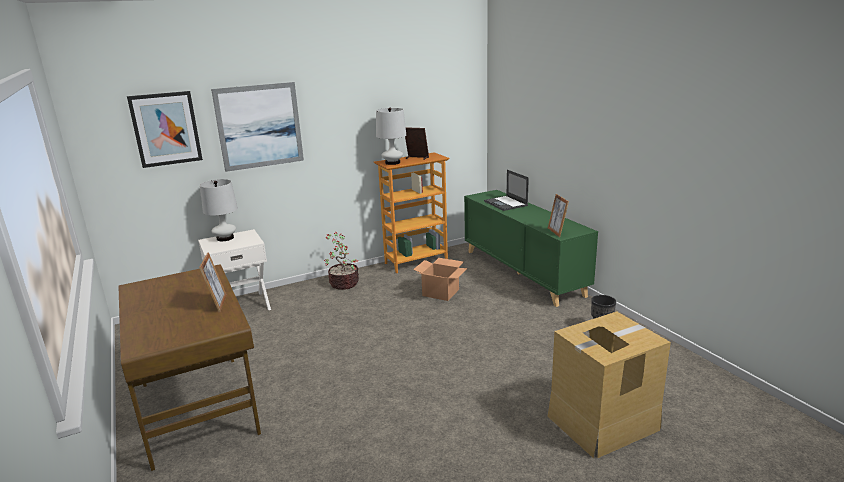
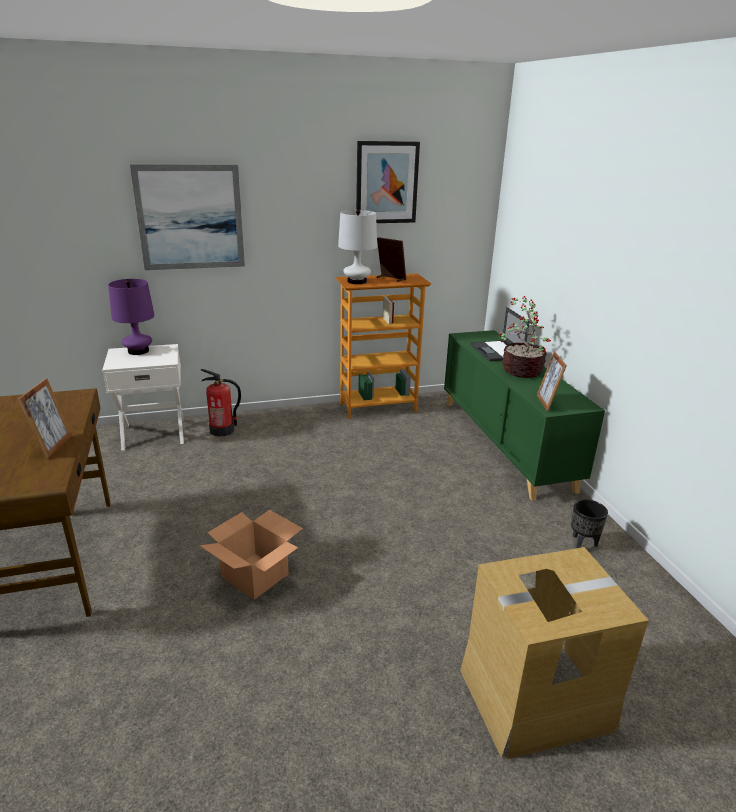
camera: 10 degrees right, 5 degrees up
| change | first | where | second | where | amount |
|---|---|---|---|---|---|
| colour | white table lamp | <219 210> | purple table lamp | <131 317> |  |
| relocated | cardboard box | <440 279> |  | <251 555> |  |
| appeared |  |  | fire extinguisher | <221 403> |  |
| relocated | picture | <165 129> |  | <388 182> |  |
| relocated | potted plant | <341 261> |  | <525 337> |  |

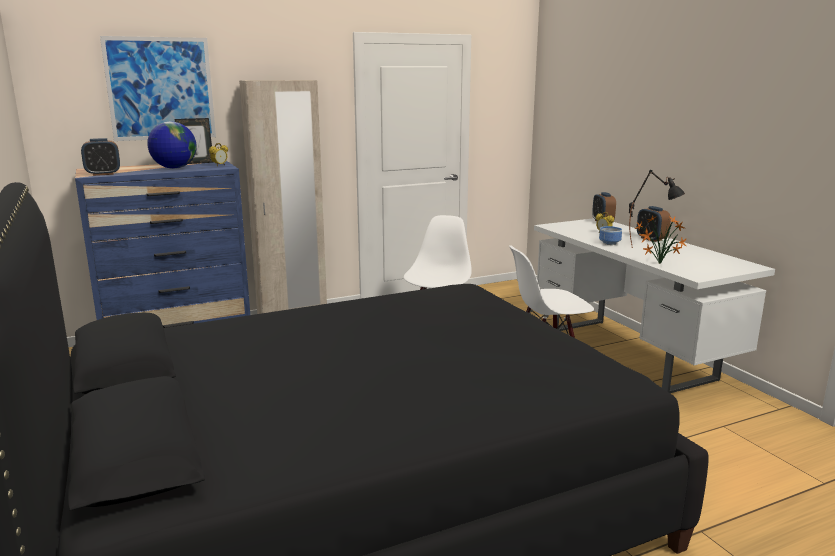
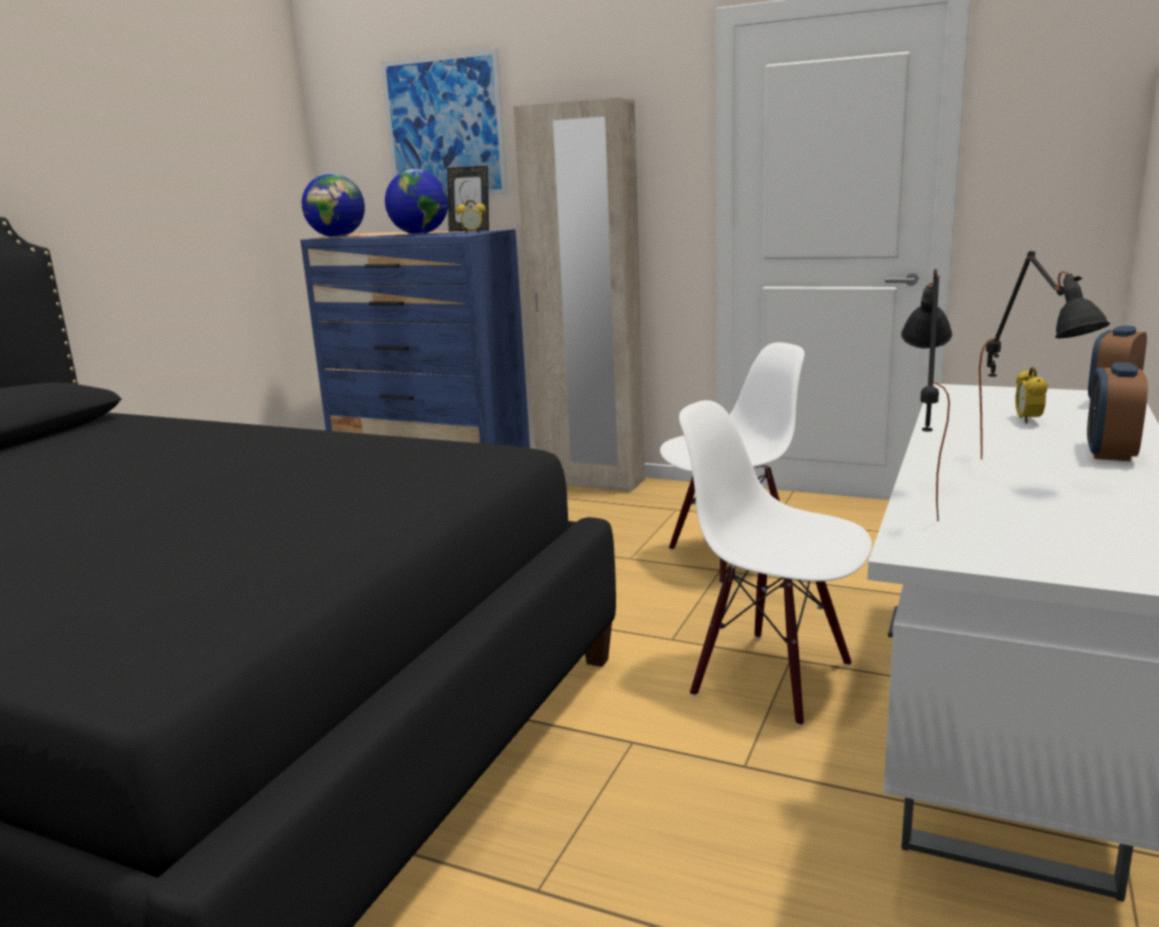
camera: 50 degrees right, 0 degrees up
| change | first | where | second | where | amount |
|---|---|---|---|---|---|
| exchanged | alarm clock | <100 157> | globe | <333 205> |  |
| exchanged | potted plant | <660 240> | black table lamp | <927 395> |  |
| missing | bowl | <610 235> |  |  |  |

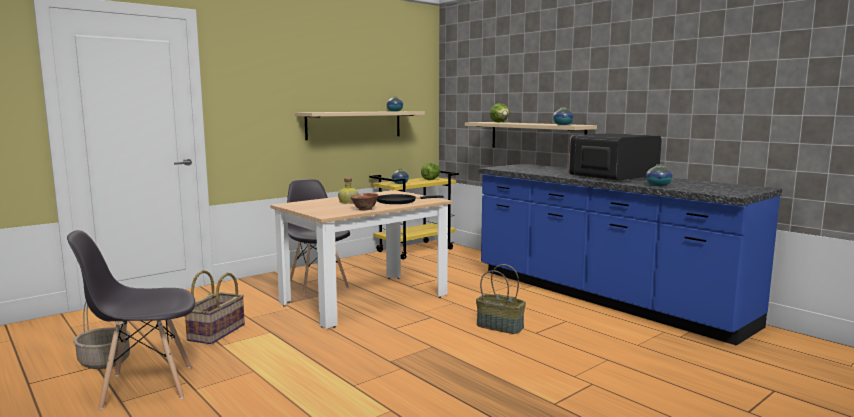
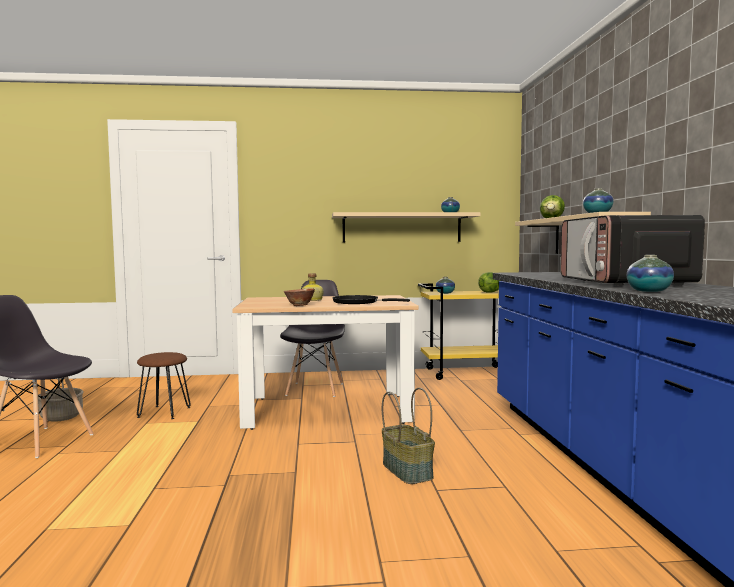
camera: 35 degrees right, 5 degrees down
| change | first | where | second | where | amount |
|---|---|---|---|---|---|
| exchanged | basket | <215 307> | brown stool | <164 385> |  |
| spun | microwave | <615 157> |  | <633 250> | 90 degrees counterclockwise |

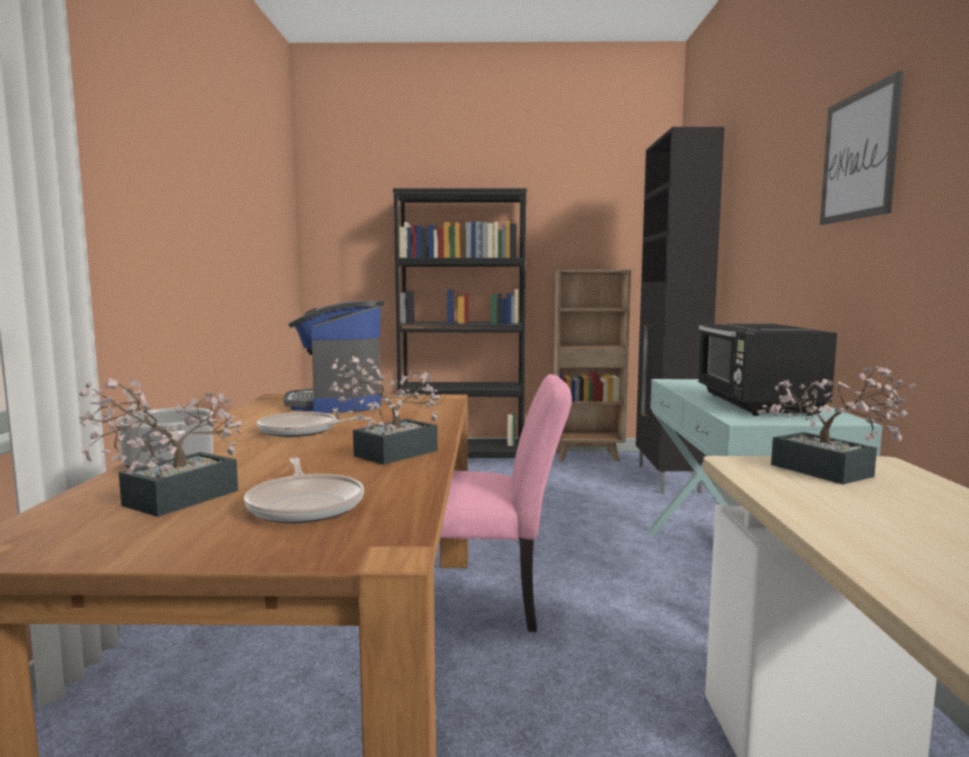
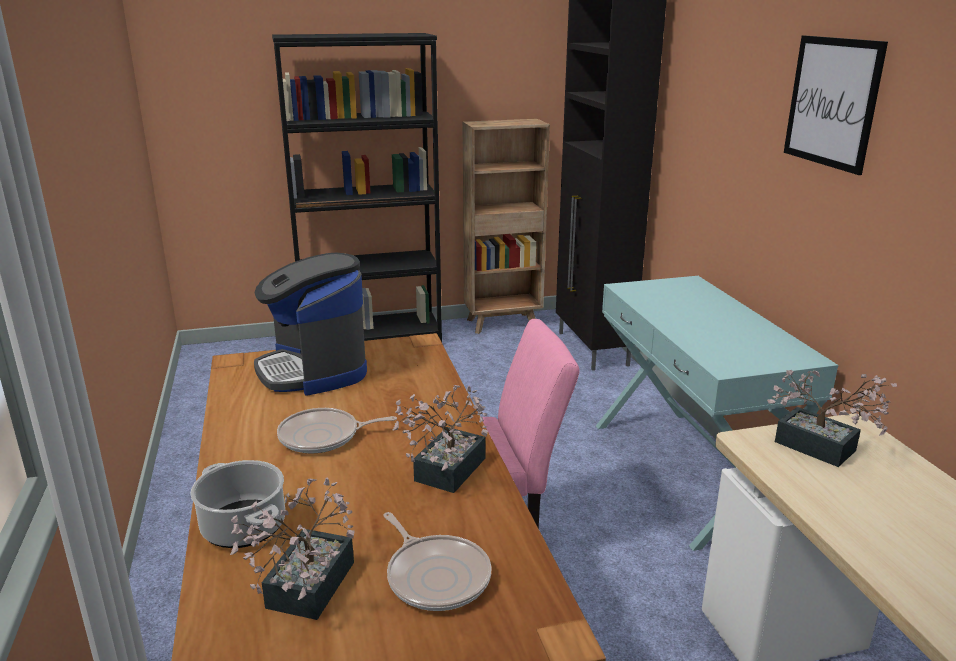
camera: 15 degrees left, 15 degrees up
| change | first | where | second | where | amount |
|---|---|---|---|---|---|
| missing | black microwave | <767 370> |  |  |  |

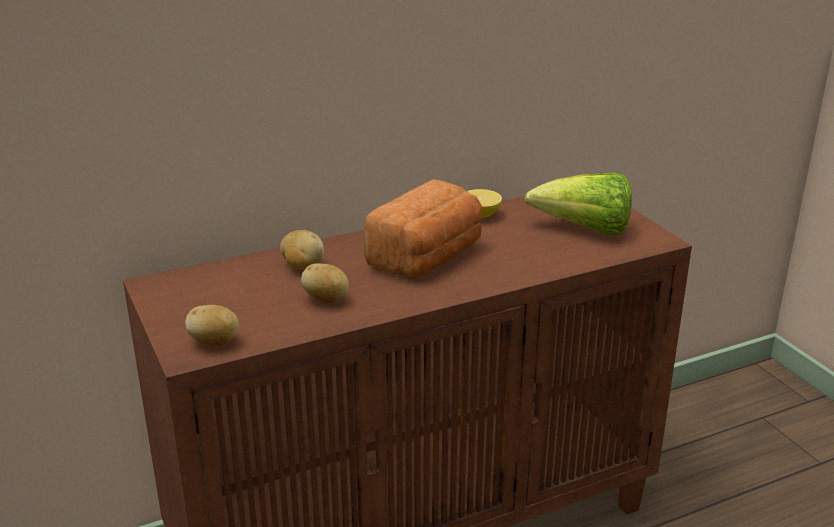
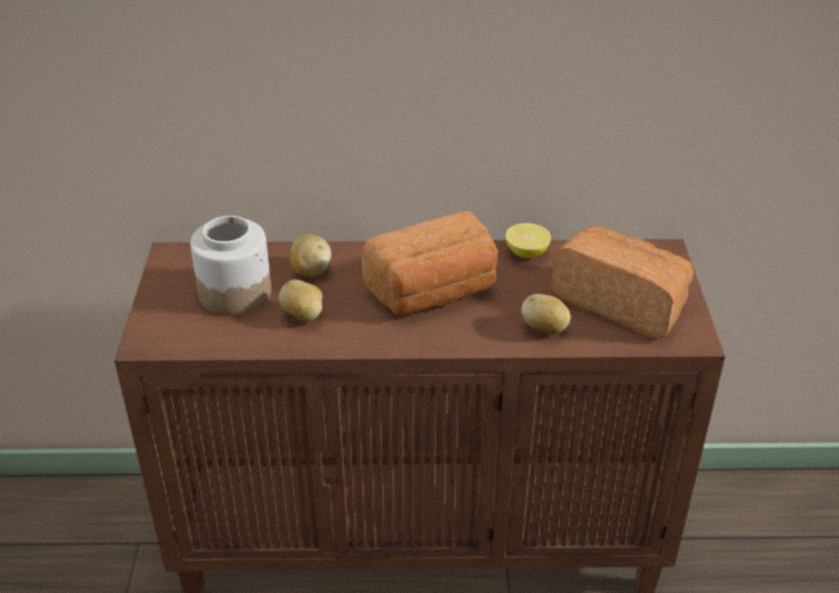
camera: 25 degrees right, 10 degrees up
| change | first | where | second | where | amount |
|---|---|---|---|---|---|
| appeared |  |  | jar | <230 266> |  |
| relocated | potato | <212 325> |  | <546 314> |  |
| exchanged | lettuce | <578 204> | bread | <622 282> |  |

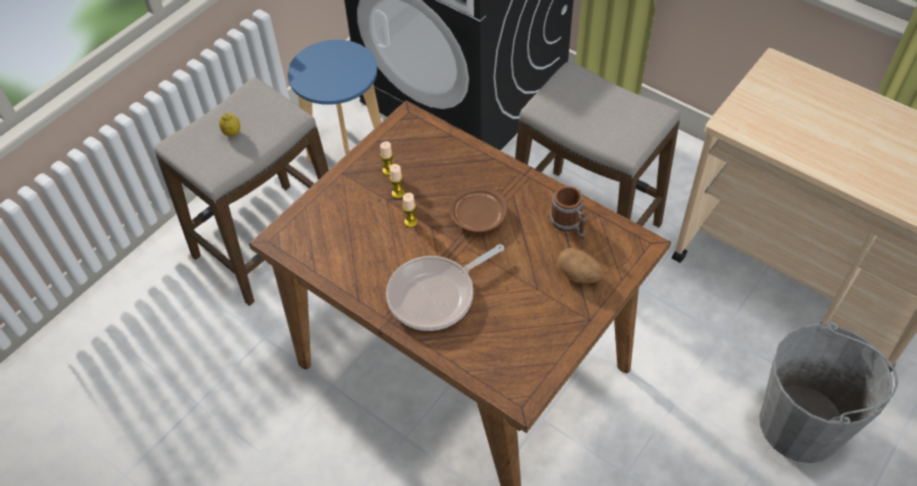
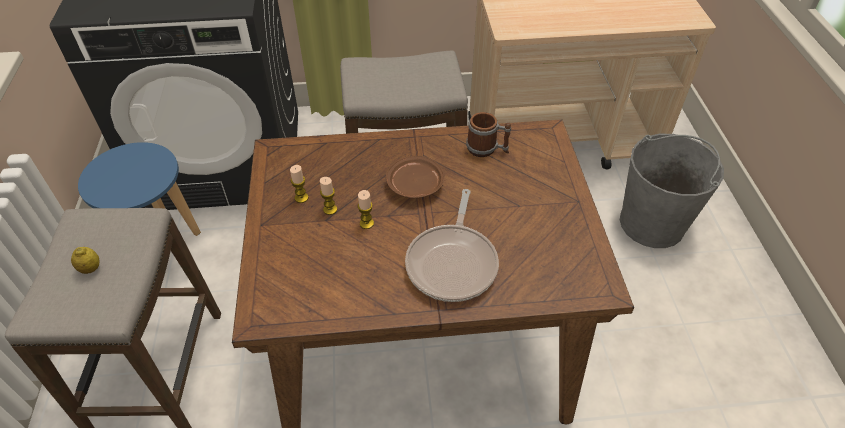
camera: 45 degrees left, 5 degrees down
| change | first | where | second | where | amount |
|---|---|---|---|---|---|
| missing | potato | <580 265> |  |  |  |

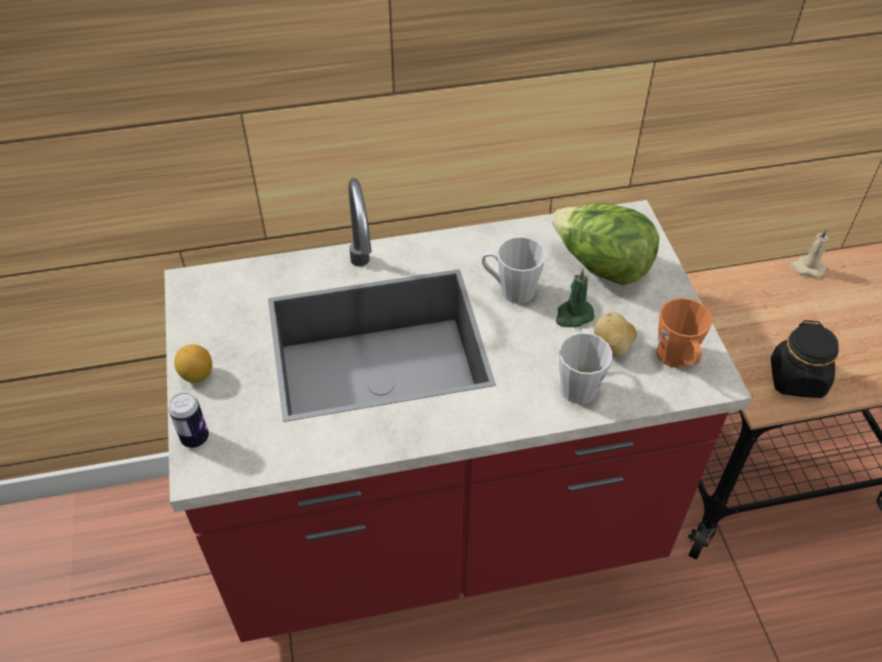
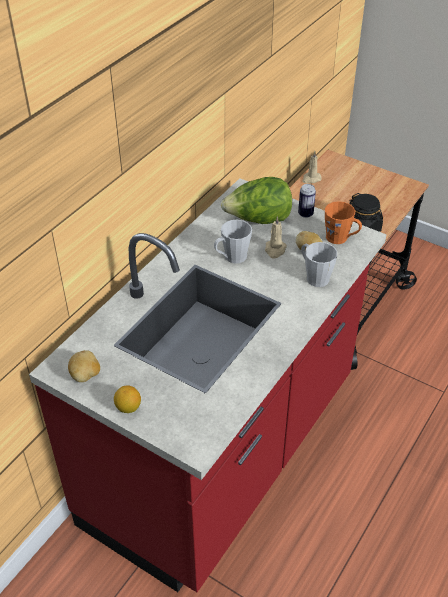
camera: 45 degrees left, 5 degrees down
| change | first | where | second | where | amount |
|---|---|---|---|---|---|
| appeared |  |  | potato | <84 366> |  |
| colour | green candle | <575 297> | beige candle | <276 237> |  |
| relocated | can | <189 420> |  | <307 201> |  |

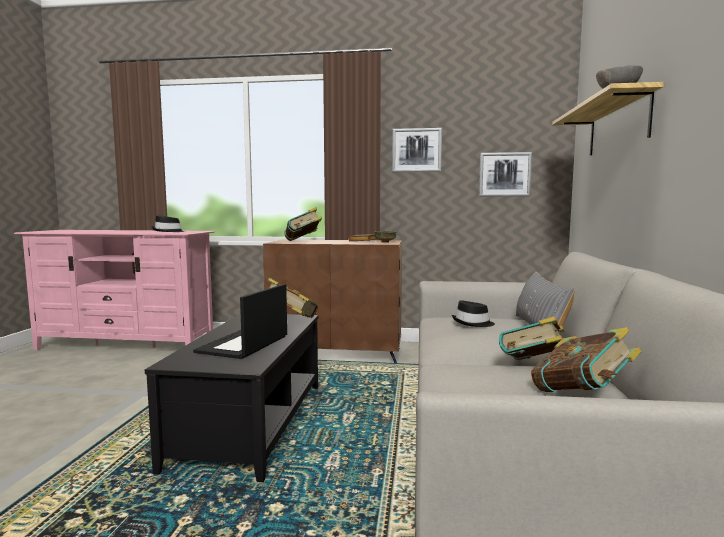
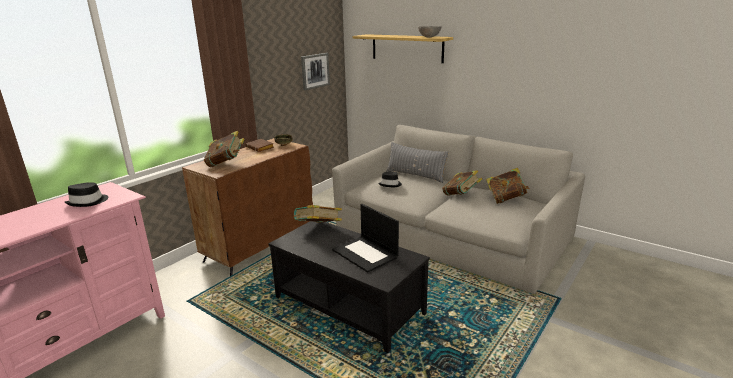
camera: 60 degrees left, 15 degrees up
| change | first | where | second | where | amount |
|---|---|---|---|---|---|
| missing | picture | <417 150> |  |  |  |

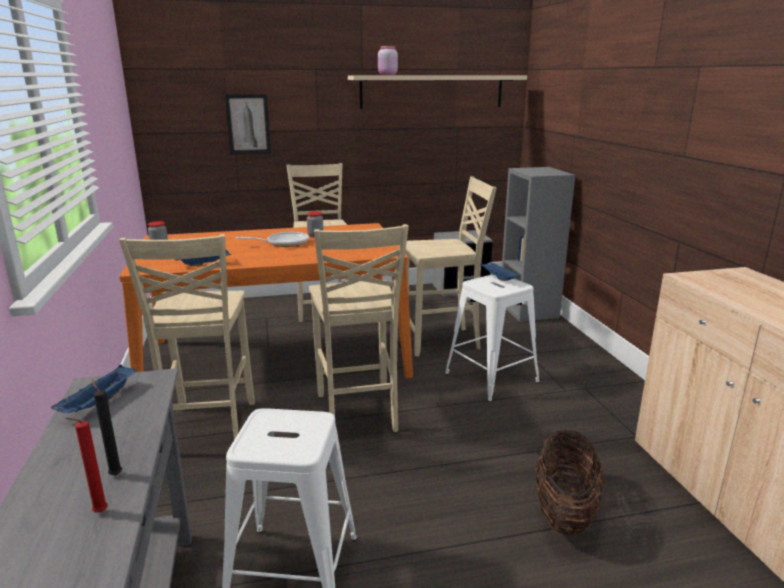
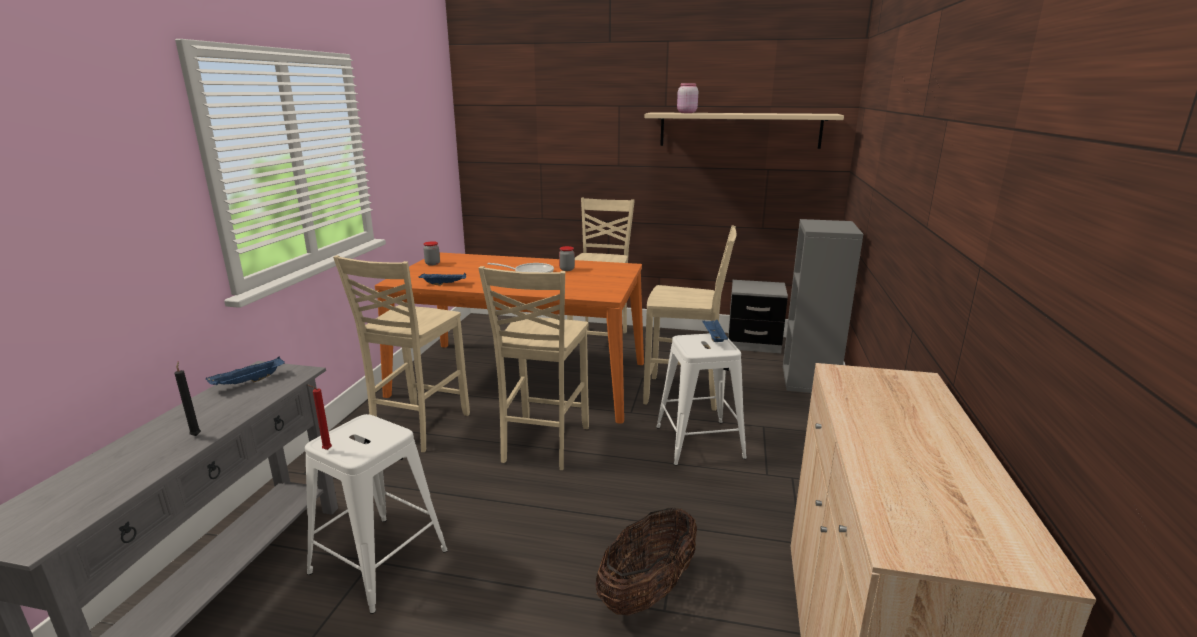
camera: 25 degrees right, 0 degrees up
| change | first | where | second | where | amount |
|---|---|---|---|---|---|
| relocated | red candle | <86 465> |  | <319 417> |  |
| missing | picture | <248 124> |  |  |  |

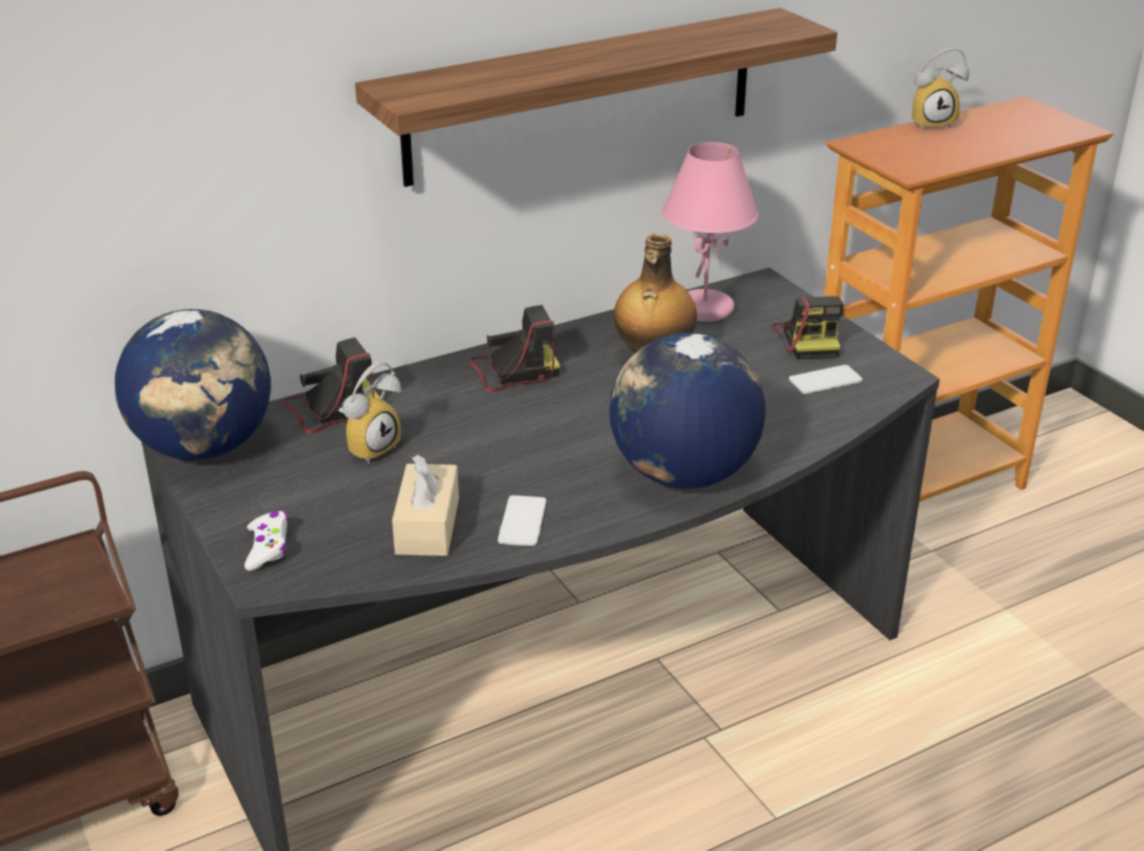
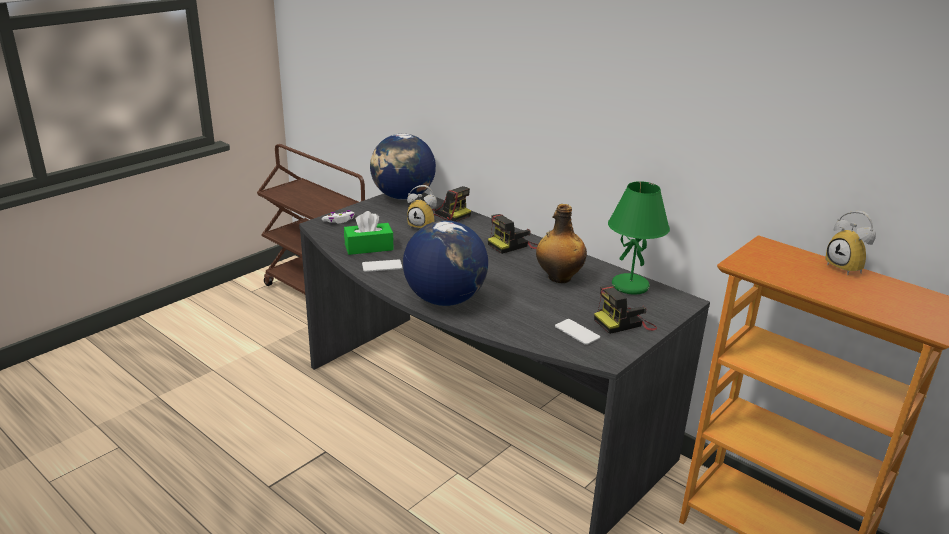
camera: 70 degrees right, 5 degrees down
| change | first | where | second | where | amount |
|---|---|---|---|---|---|
| colour | beige tissue box | <425 505> | green tissue box | <368 233> |  |
| spun | photo camera | <514 348> |  | <513 234> | 90 degrees clockwise |
| colour | pink table lamp | <710 232> | green table lamp | <639 238> |  |
| missing | shelf | <596 97> |  |  |  |

